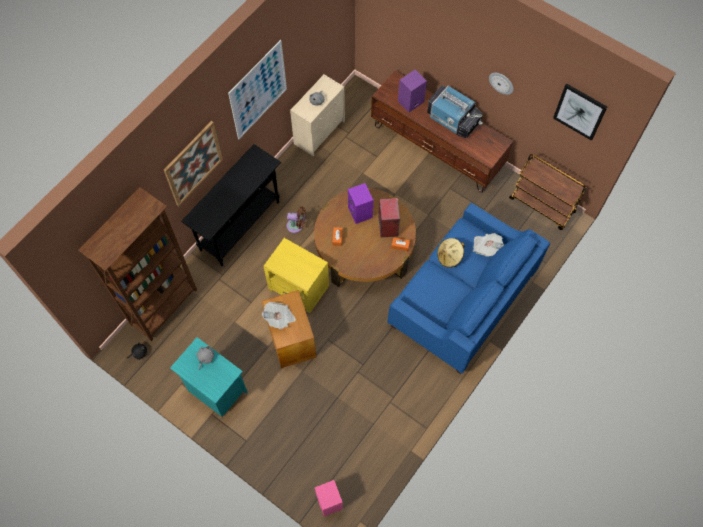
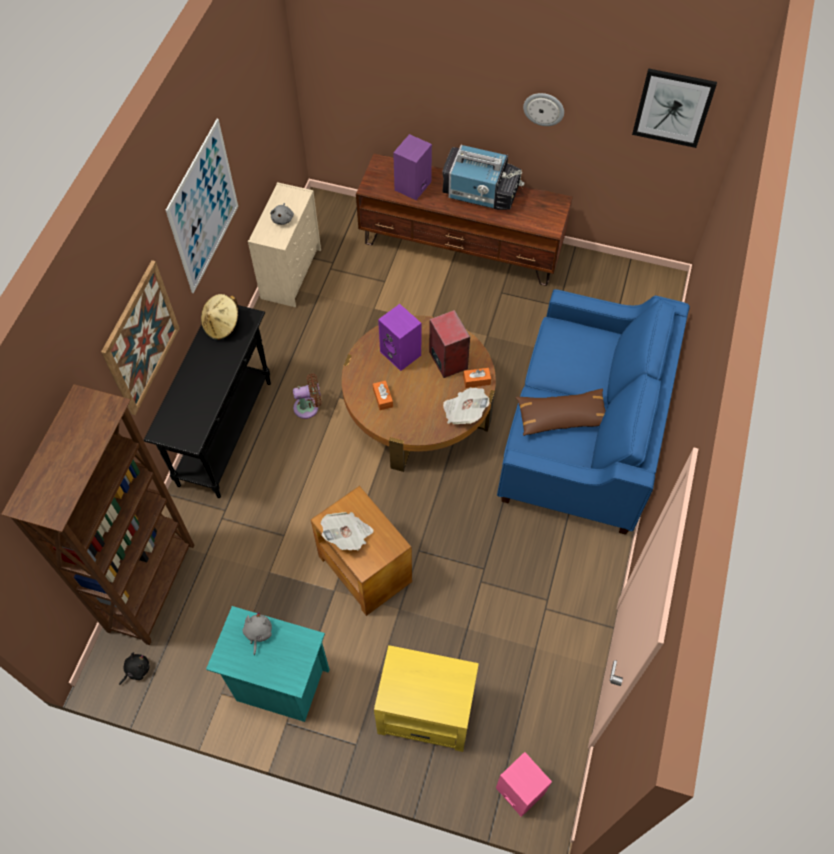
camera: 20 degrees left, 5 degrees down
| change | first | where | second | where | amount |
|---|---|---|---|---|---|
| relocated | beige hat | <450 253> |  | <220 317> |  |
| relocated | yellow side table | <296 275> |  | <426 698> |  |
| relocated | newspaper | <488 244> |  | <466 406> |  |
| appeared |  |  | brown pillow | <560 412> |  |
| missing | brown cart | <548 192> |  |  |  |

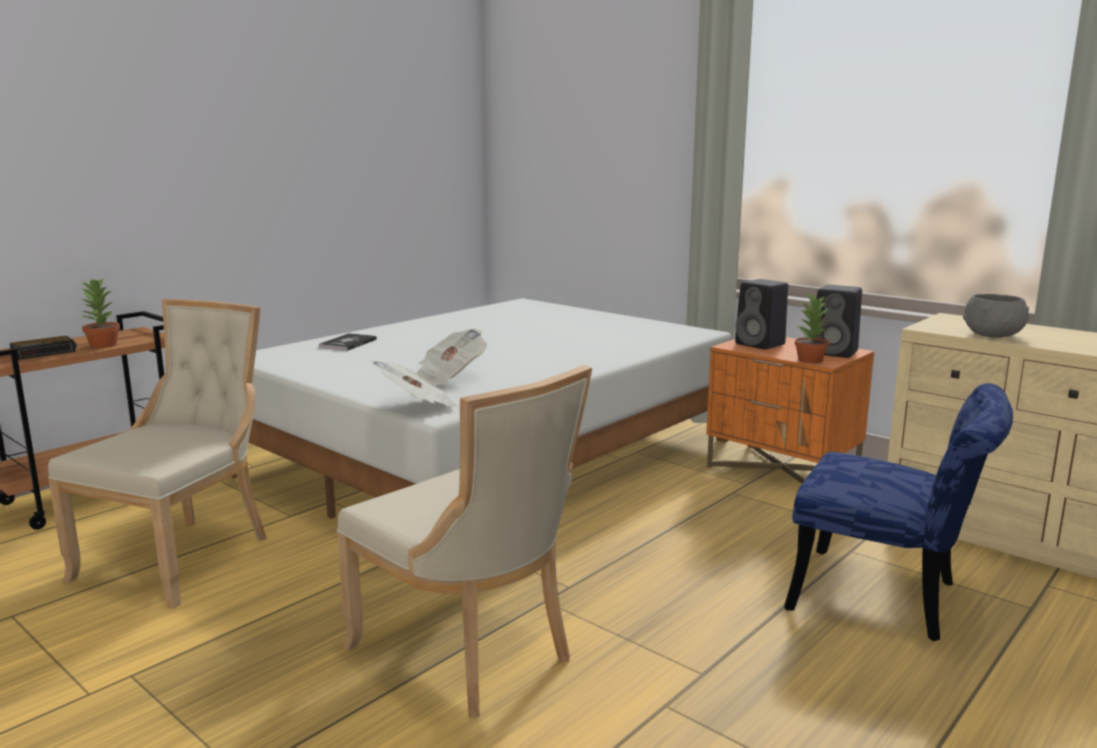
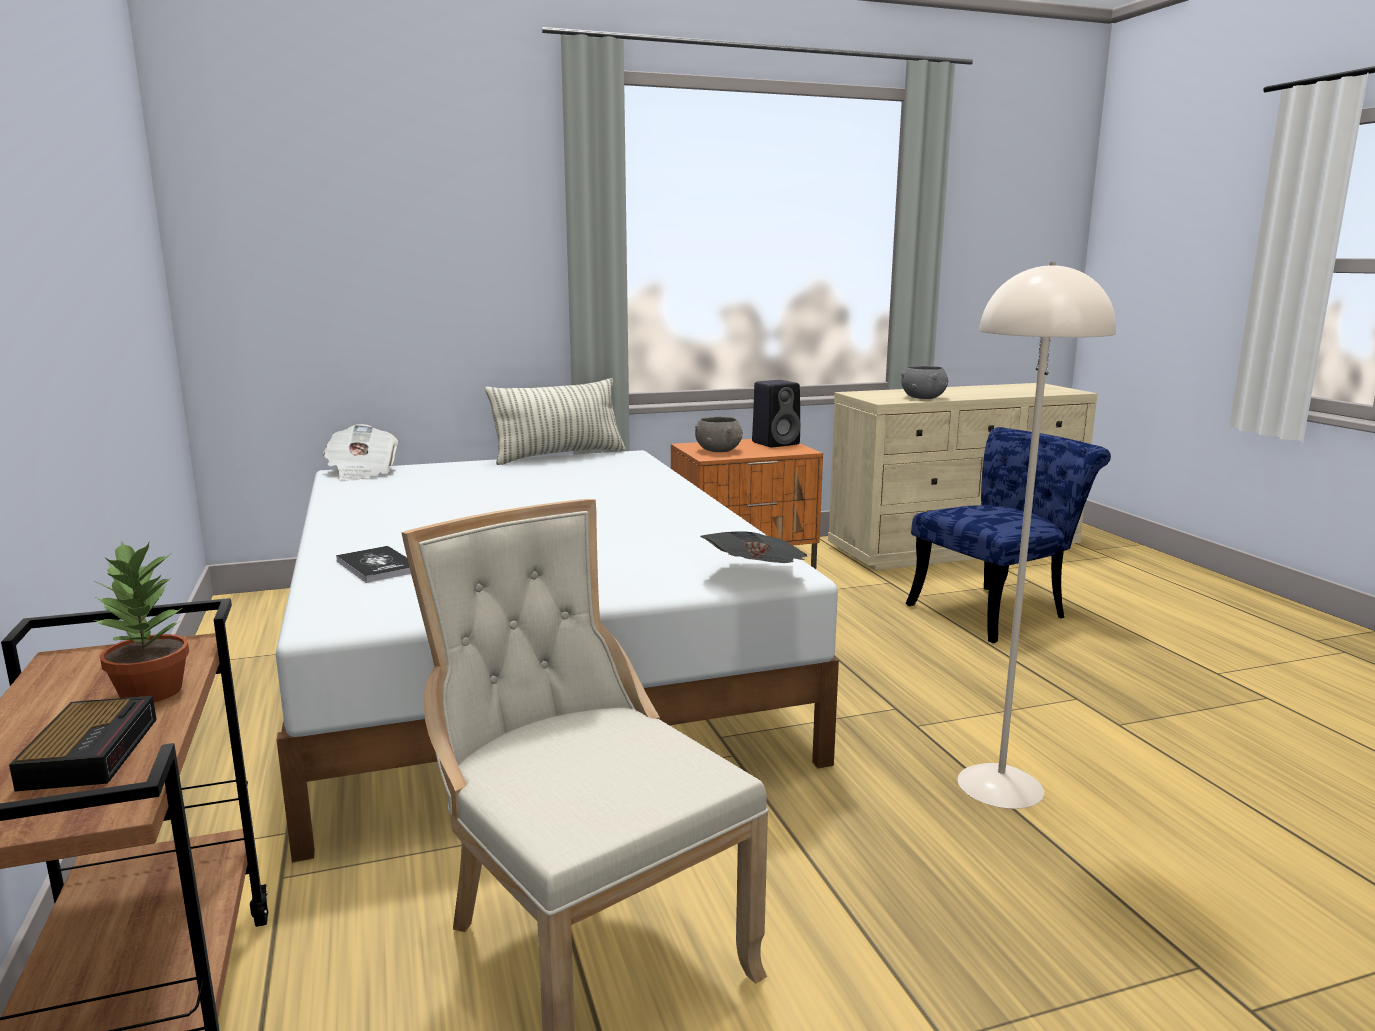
camera: 60 degrees left, 0 degrees up
| change | first | where | second | where | amount |
|---|---|---|---|---|---|
| relocated | newspaper | <451 356> |  | <360 452> |  |
| appeared |  |  | pillow | <555 421> |  |
| exchanged | black speaker | <761 314> | grey bowl | <719 434> |  |
| exchanged | beige chair | <464 541> | beige floor lamp | <1036 535> |  |
| missing | potted plant | <812 328> |  |  |  |

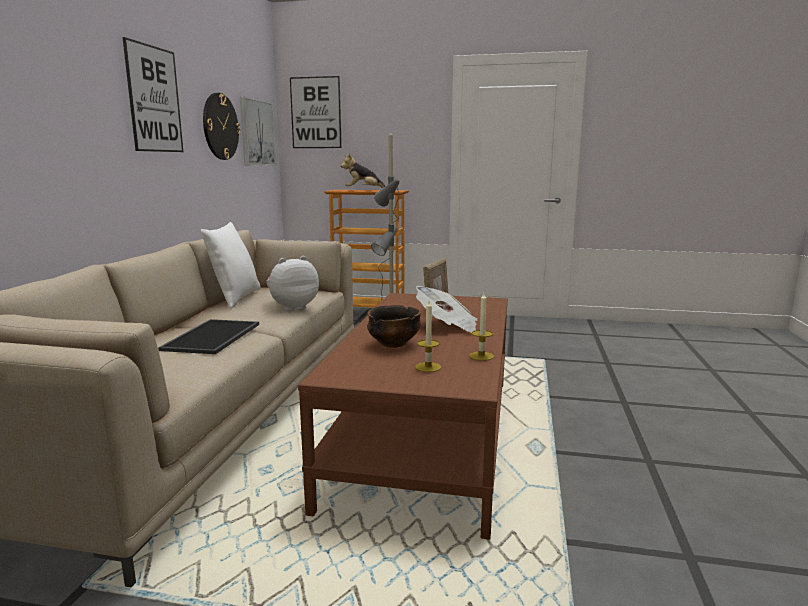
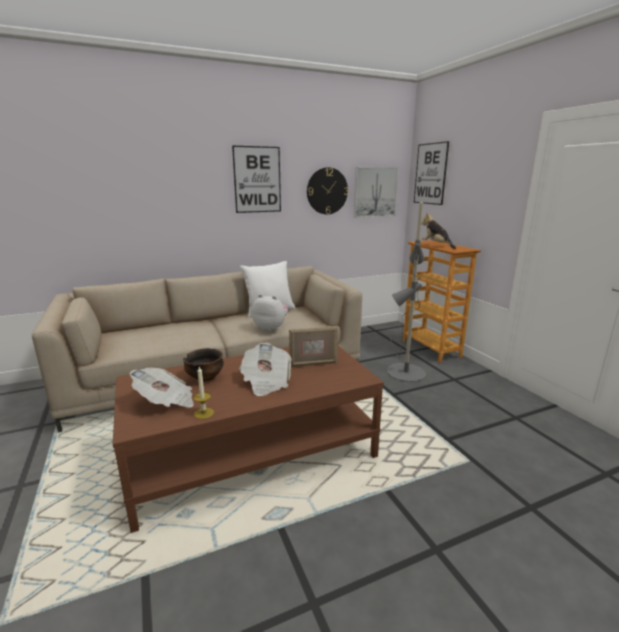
camera: 55 degrees right, 5 degrees up
| change | first | where | second | where | amount |
|---|---|---|---|---|---|
| exchanged | candle | <428 336> | newspaper | <161 387> |  |
| missing | tray | <208 336> |  |  |  |

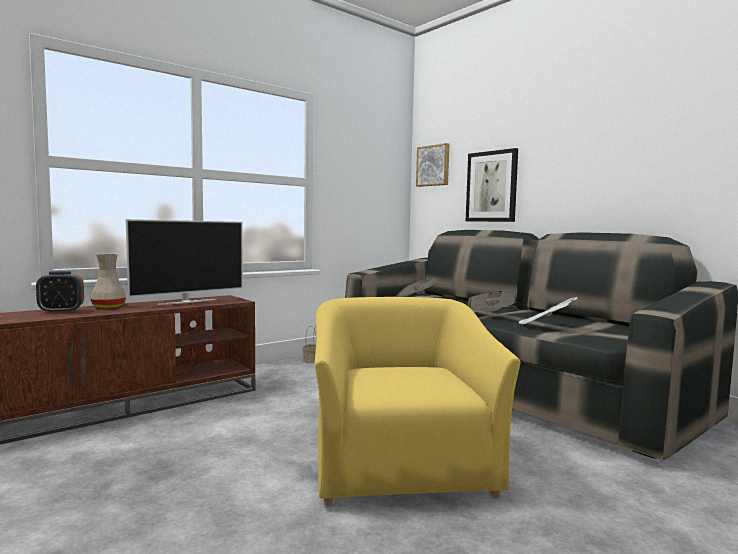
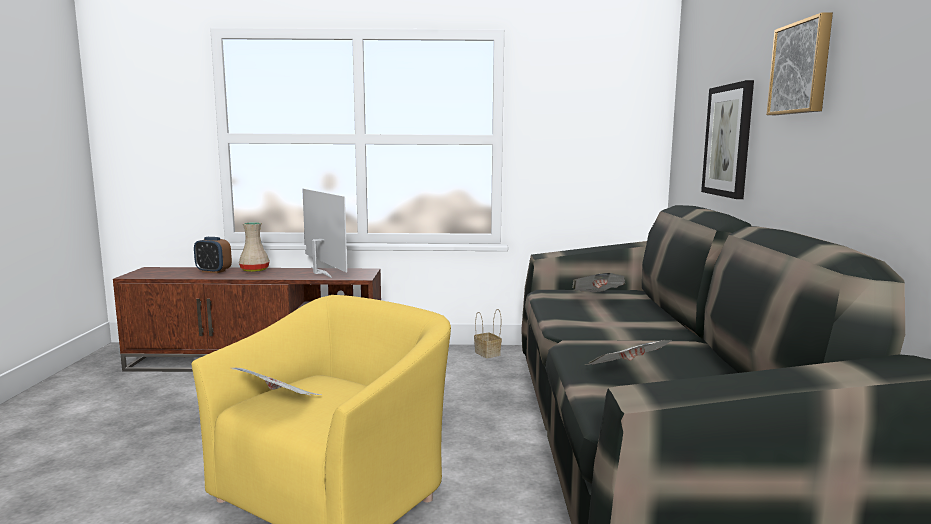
camera: 40 degrees right, 5 degrees up
| change | first | where | second | where | amount |
|---|---|---|---|---|---|
| relocated | newspaper | <491 301> |  | <276 382> |  |
| spun | television | <184 262> |  | <324 233> | 120 degrees counterclockwise |
| relocated | picture | <432 165> |  | <800 64> |  |

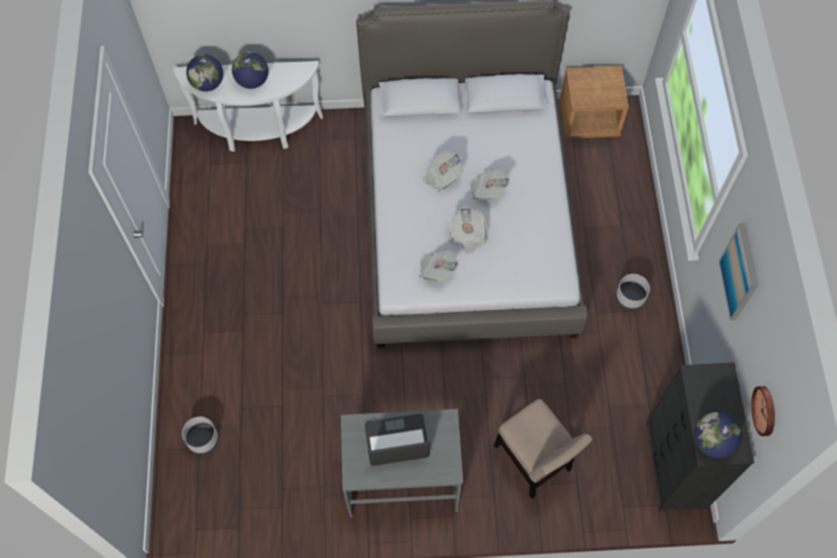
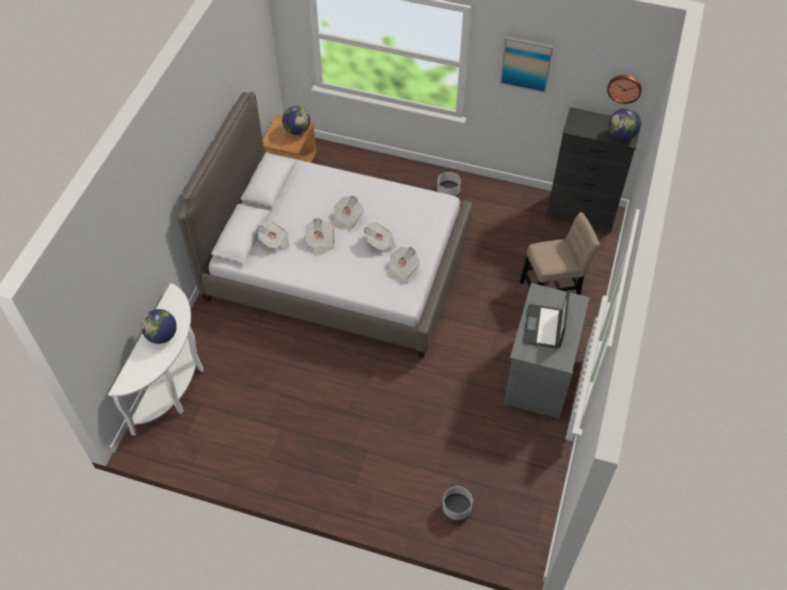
camera: 70 degrees left, 10 degrees down
| change | first | where | second | where | amount |
|---|---|---|---|---|---|
| appeared |  |  | newspaper | <273 235> |  |
| relocated | globe | <204 73> |  | <296 120> |  |

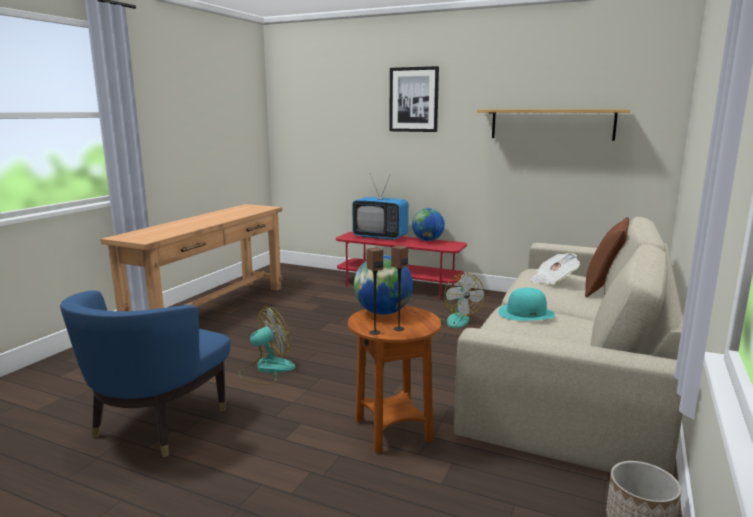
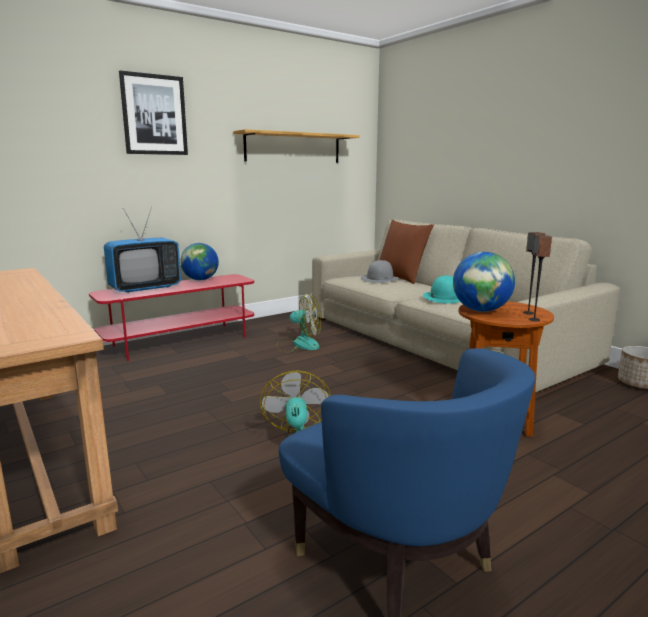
camera: 60 degrees left, 0 degrees up
| change | first | where | second | where | amount |
|---|---|---|---|---|---|
| exchanged | newspaper | <555 268> | grey hat | <380 271> |  |

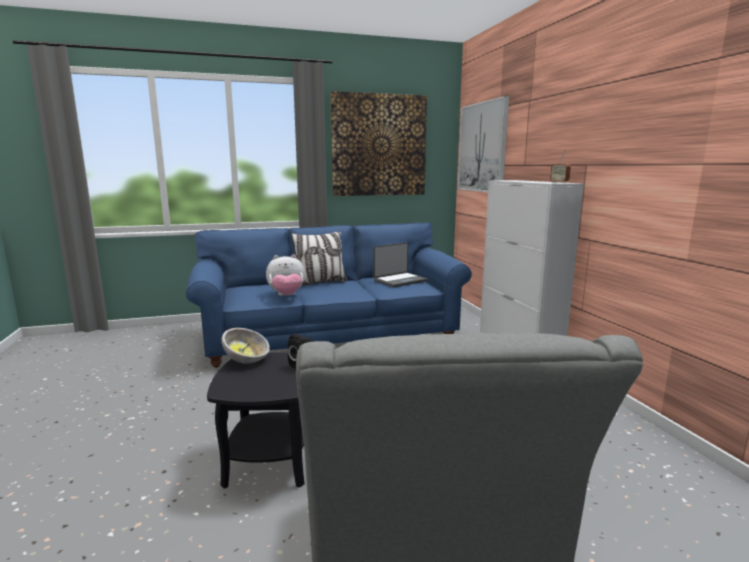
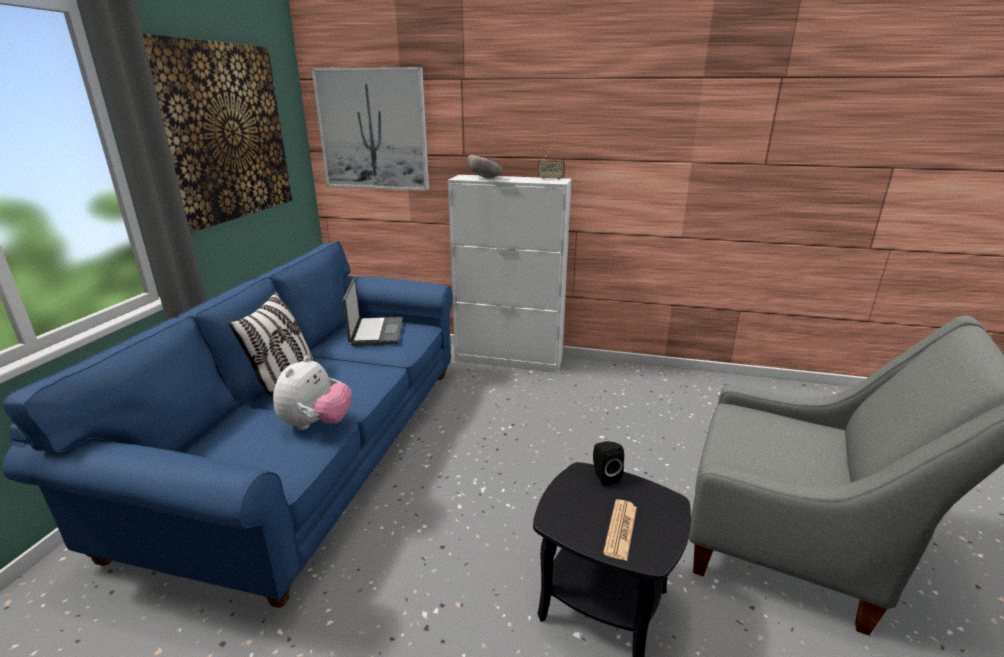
camera: 60 degrees left, 10 degrees up
| change | first | where | second | where | amount |
|---|---|---|---|---|---|
| relocated | bowl | <245 346> |  | <485 166> |  |
| appeared |  |  | newspaper | <620 530> |  |

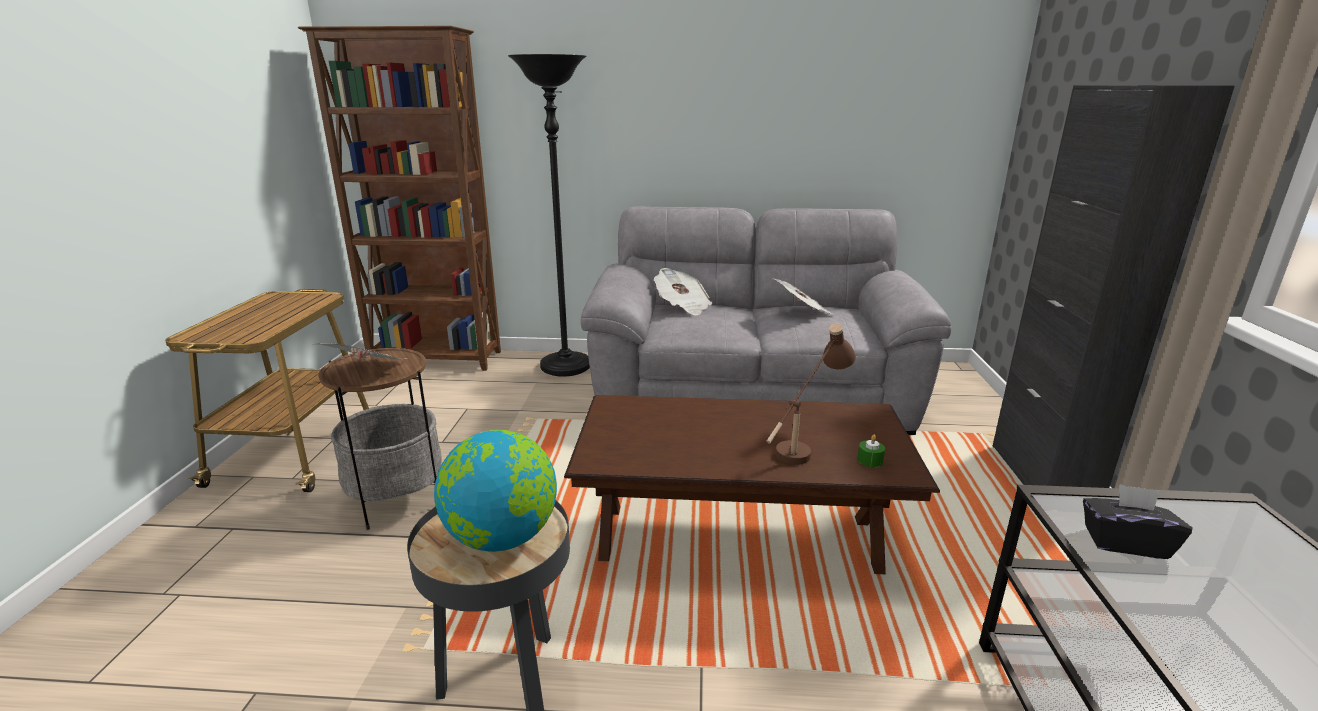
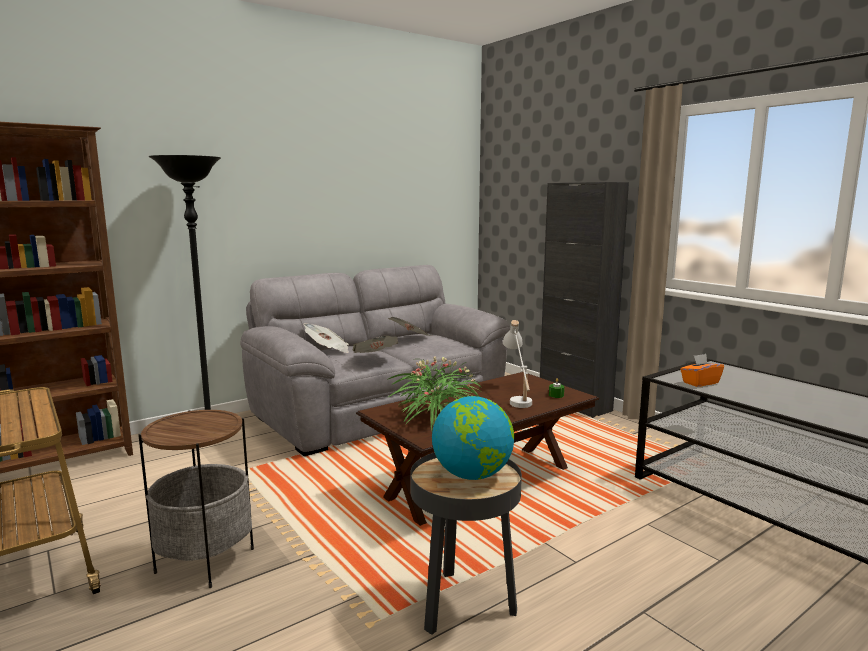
camera: 40 degrees left, 10 degrees down
| change | first | where | second | where | amount |
|---|---|---|---|---|---|
| relocated | newspaper | <361 351> |  | <375 344> |  |
| appeared |  |  | potted plant | <435 394> |  |
| colour | brown table lamp | <811 394> | white table lamp | <517 364> |  |
| colour | black tissue box | <1138 521> | orange tissue box | <702 370> |  |

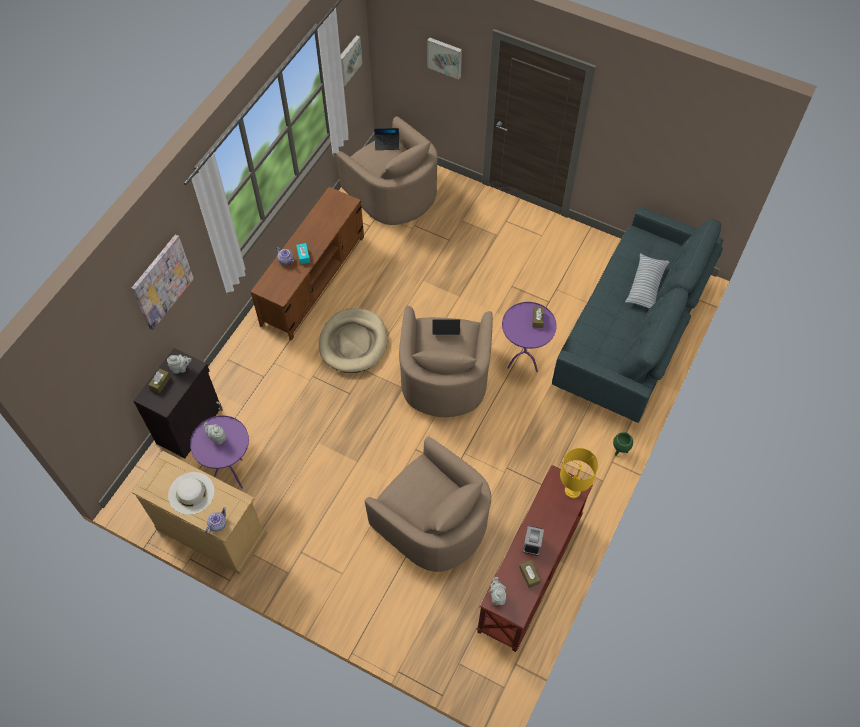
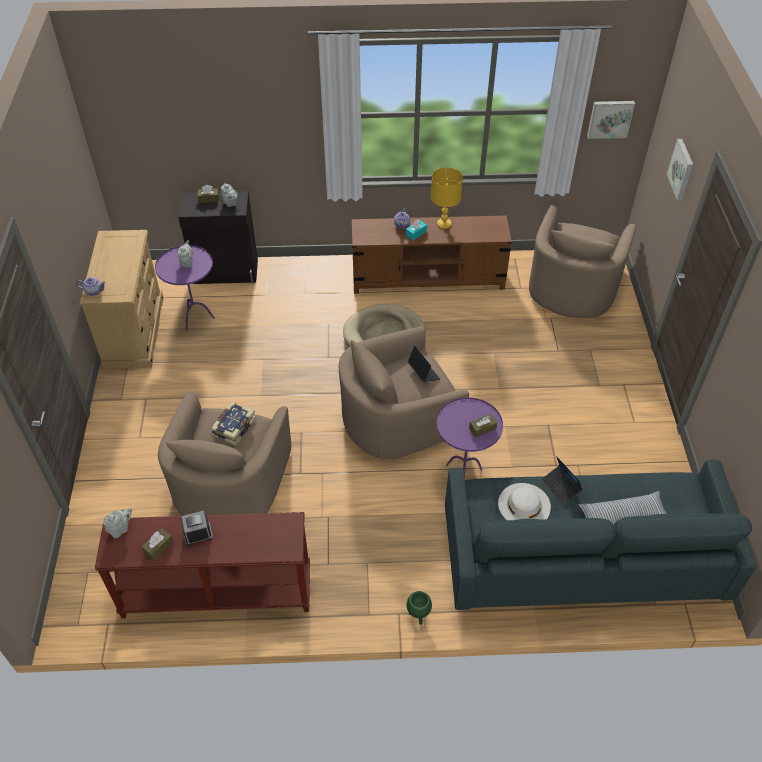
camera: 60 degrees right, 10 degrees down
| change | first | where | second | where | amount |
|---|---|---|---|---|---|
| appeared |  |  | book | <233 423> |  |
| relocated | yellow table lamp | <579 473> |  | <447 198> |  |
| relocated | white hat | <191 493> |  | <524 501> |  |
| relocated | laptop | <386 139> |  | <562 480> |  |
| missing | picture | <163 282> |  |  |  |

